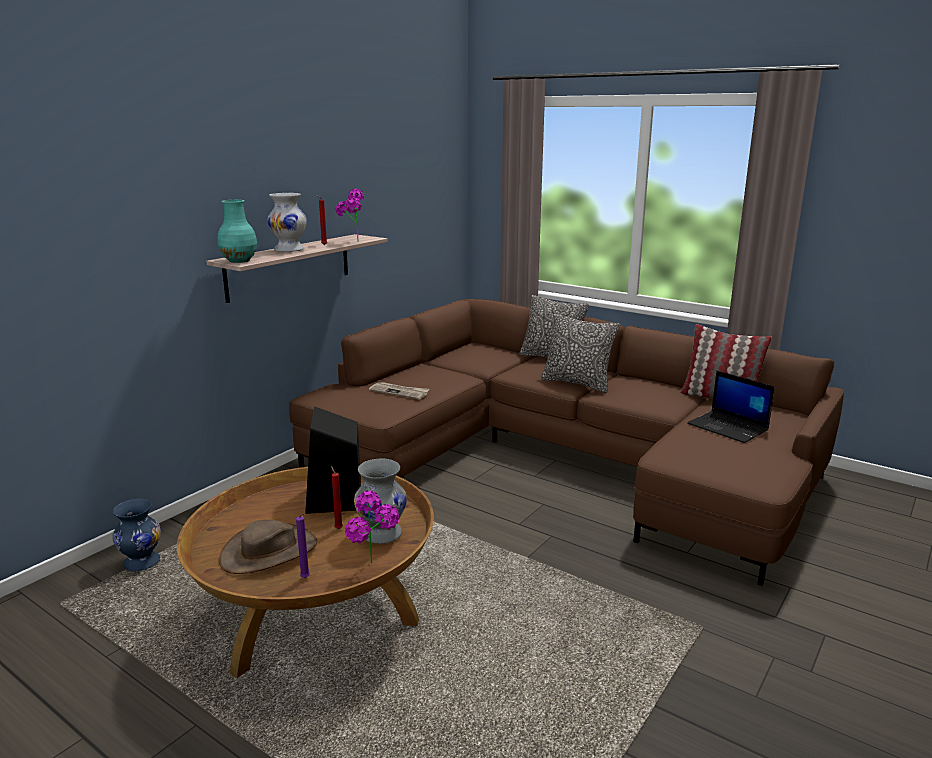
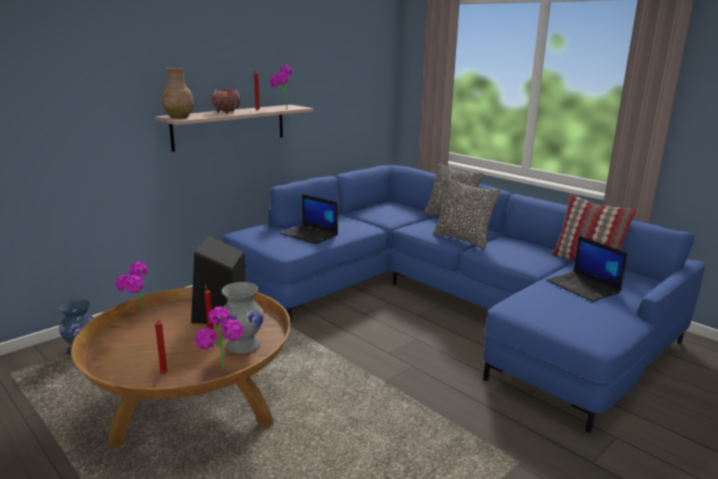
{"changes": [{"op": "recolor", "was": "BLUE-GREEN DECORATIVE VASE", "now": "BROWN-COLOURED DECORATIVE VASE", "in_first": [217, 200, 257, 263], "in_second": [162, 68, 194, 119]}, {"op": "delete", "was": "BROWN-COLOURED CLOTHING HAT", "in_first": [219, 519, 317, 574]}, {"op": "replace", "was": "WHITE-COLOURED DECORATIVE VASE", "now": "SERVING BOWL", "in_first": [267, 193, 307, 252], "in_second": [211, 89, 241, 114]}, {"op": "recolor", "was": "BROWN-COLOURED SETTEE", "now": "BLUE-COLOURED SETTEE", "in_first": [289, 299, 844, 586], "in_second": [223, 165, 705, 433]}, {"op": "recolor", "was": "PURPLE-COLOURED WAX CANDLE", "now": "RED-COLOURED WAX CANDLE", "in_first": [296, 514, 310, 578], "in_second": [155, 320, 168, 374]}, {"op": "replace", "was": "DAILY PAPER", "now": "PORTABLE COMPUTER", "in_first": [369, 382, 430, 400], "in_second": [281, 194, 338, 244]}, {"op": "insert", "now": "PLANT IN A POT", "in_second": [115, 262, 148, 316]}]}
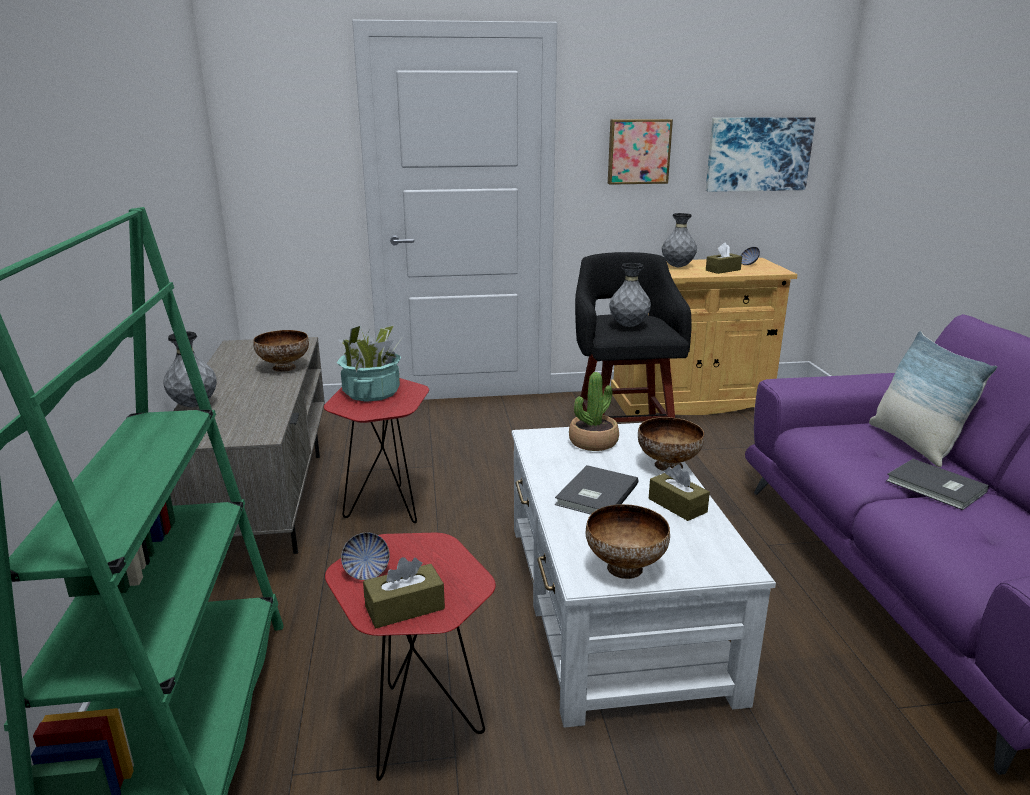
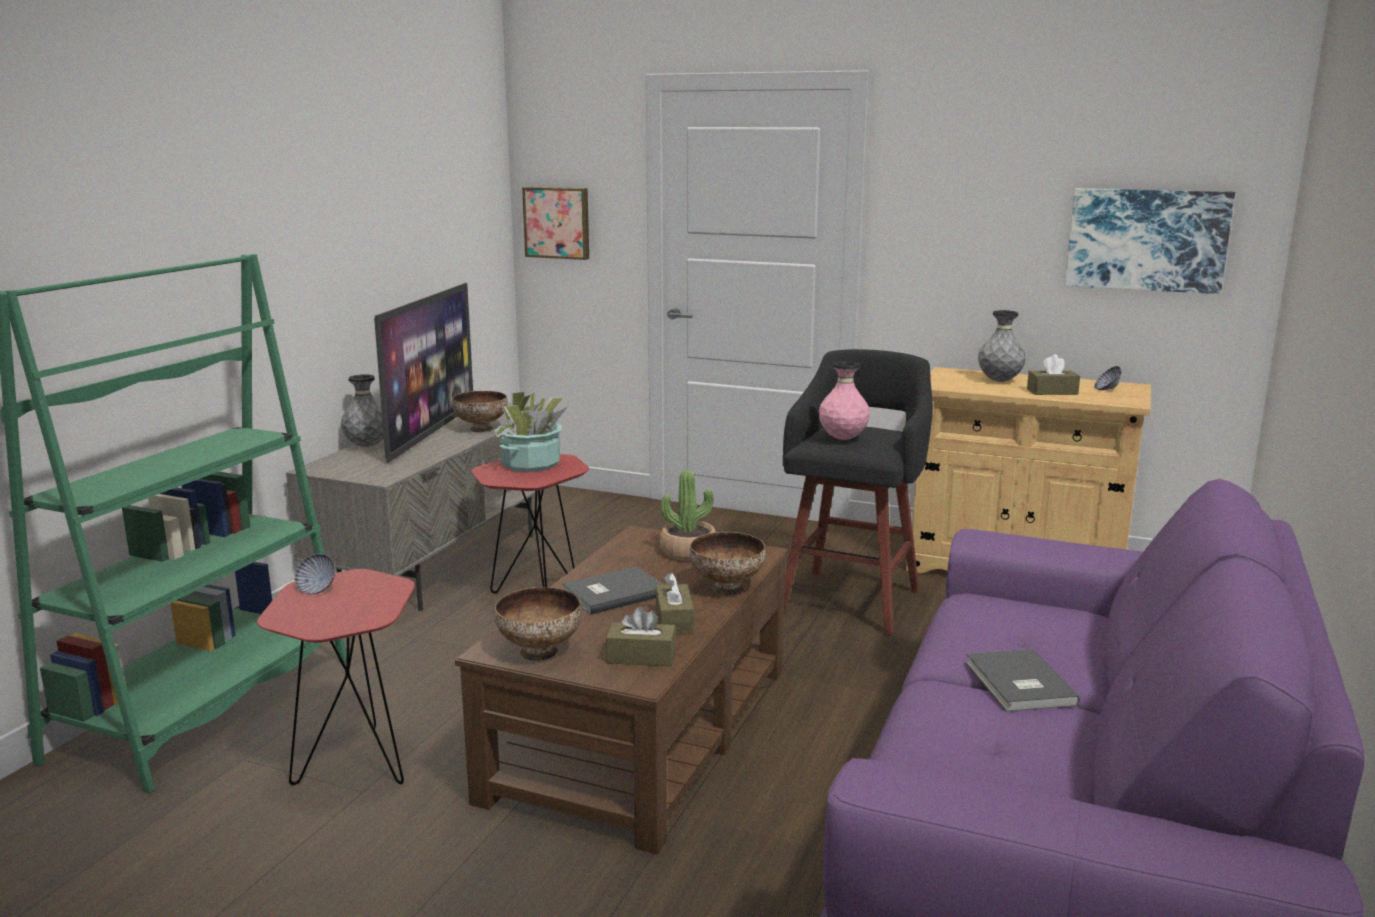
{"changes": [{"op": "move", "was": "BROWN-COLOURED TISSUE HOLDER", "in_first": [363, 557, 445, 628], "in_second": [606, 606, 676, 666]}, {"op": "recolor", "was": "WHITE-COLOURED COFFEE TABLE", "now": "BROWN-COLOURED COFFEE TABLE", "in_first": [512, 423, 776, 728], "in_second": [455, 526, 788, 854]}, {"op": "move", "was": "WALL PICTURE", "in_first": [608, 119, 673, 185], "in_second": [522, 187, 589, 260]}, {"op": "recolor", "was": "GRAY DECORATIVE VASE", "now": "PINK DECORATIVE VASE", "in_first": [609, 263, 651, 327], "in_second": [819, 361, 870, 440]}, {"op": "delete", "was": "PILLOW", "in_first": [869, 331, 997, 467]}, {"op": "insert", "now": "TV", "in_second": [374, 283, 473, 463]}]}
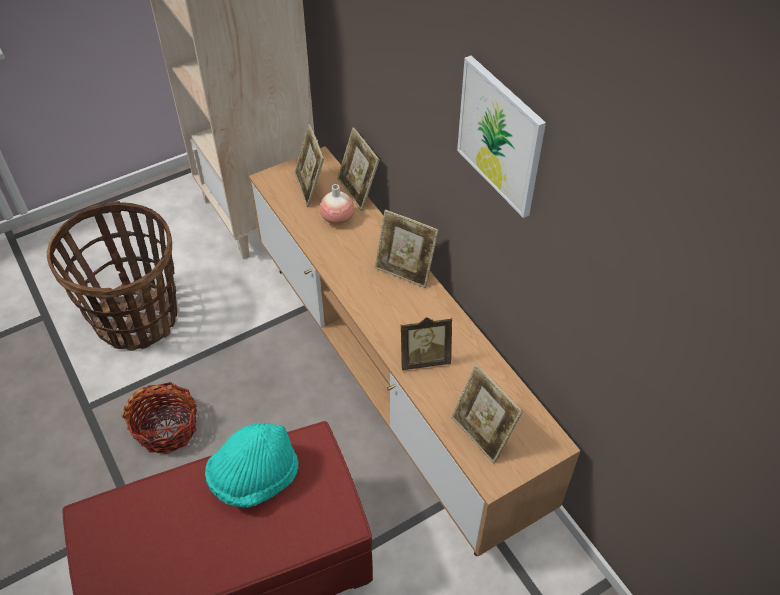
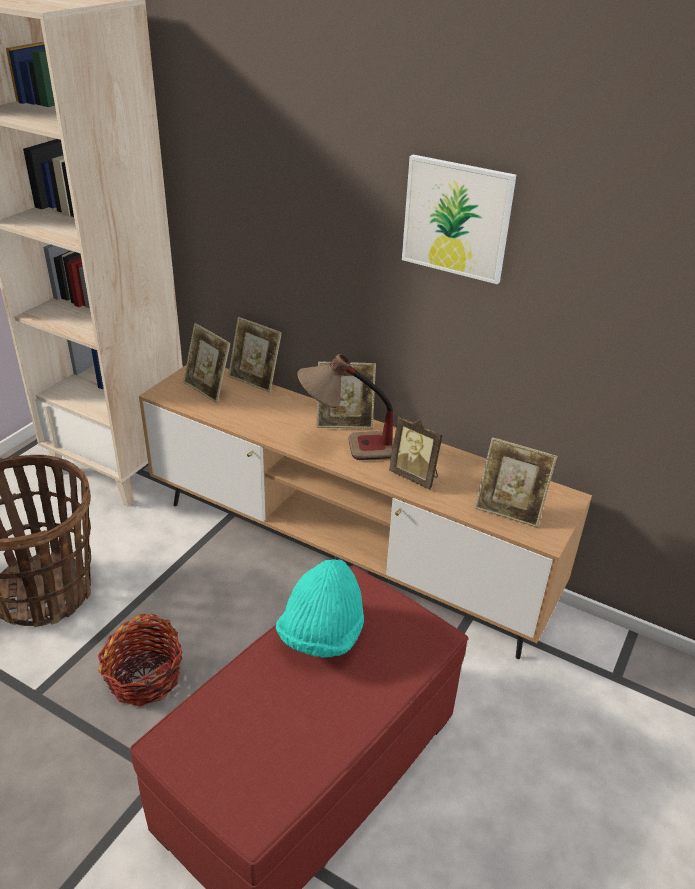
{"changes": [{"op": "delete", "was": "DECORATIVE VASE", "in_first": [320, 184, 354, 225]}, {"op": "rotate", "was": "PICTURE FRAME", "in_first": [401, 317, 452, 370], "in_second": [389, 416, 443, 489], "clockwise": 75}, {"op": "insert", "now": "TABLE LAMP", "in_second": [297, 354, 393, 460]}]}
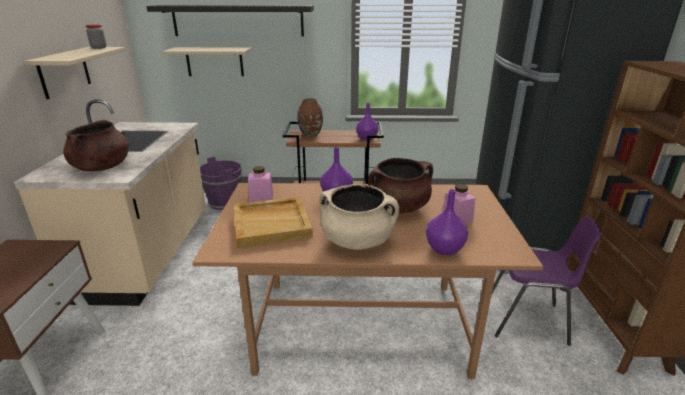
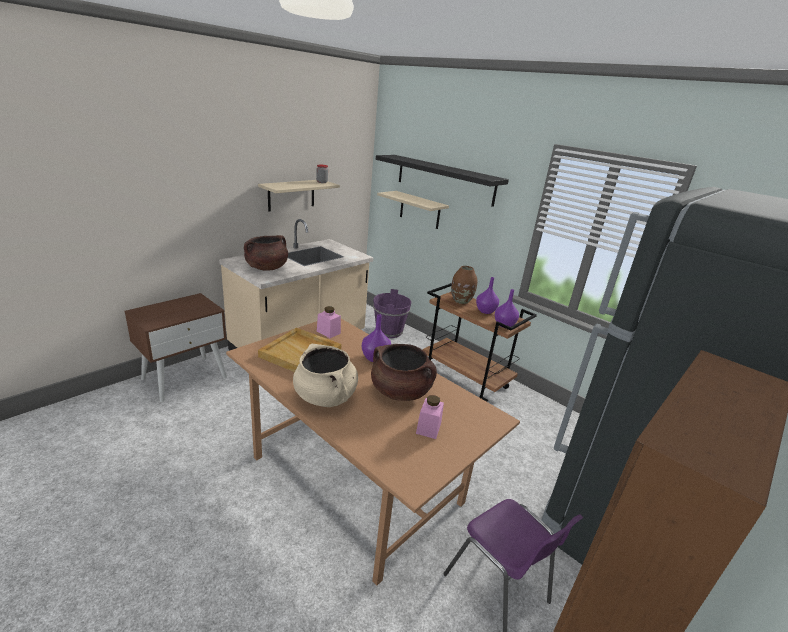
{"changes": [{"op": "move", "was": "PURPLE-COLOURED DECORATIVE VASE", "in_first": [426, 189, 468, 255], "in_second": [476, 277, 499, 314]}]}
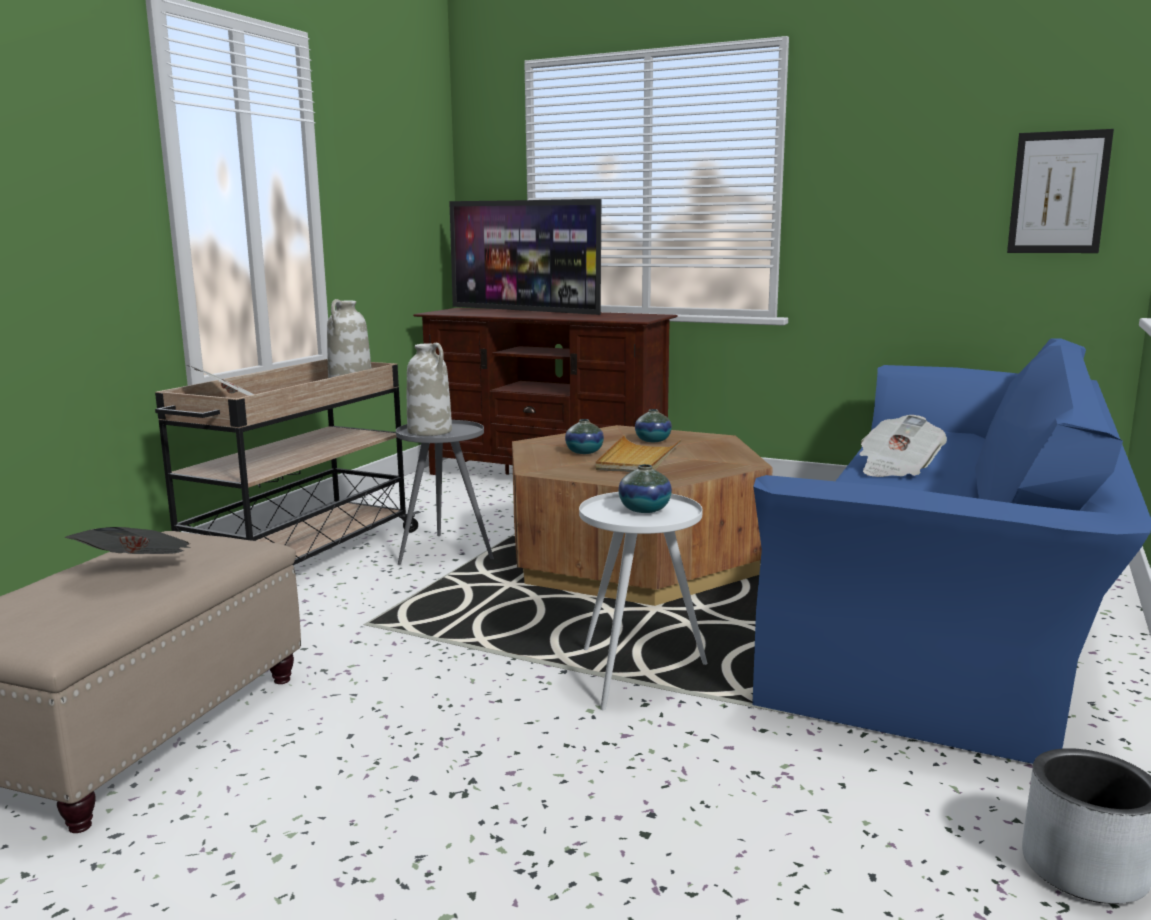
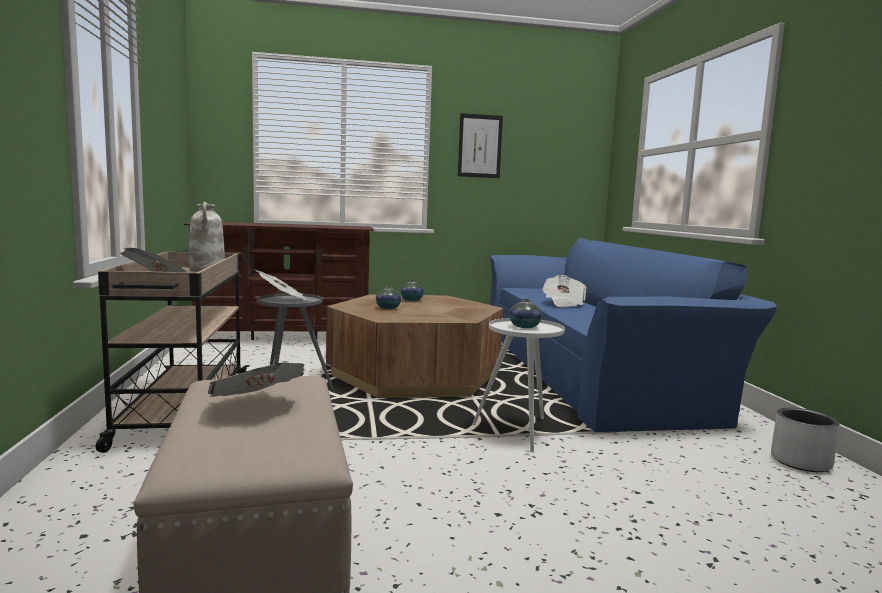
{"changes": [{"op": "replace", "was": "WHITE-COLOURED DECORATIVE VASE", "now": "DAILY PAPER", "in_first": [407, 343, 452, 436], "in_second": [255, 270, 310, 302]}, {"op": "delete", "was": "TV", "in_first": [449, 199, 601, 315]}, {"op": "delete", "was": "BEIGE-COLOURED TRAY", "in_first": [596, 435, 682, 472]}, {"op": "move", "was": "WALL PICTURE", "in_first": [1007, 129, 1114, 253], "in_second": [458, 113, 503, 178]}]}
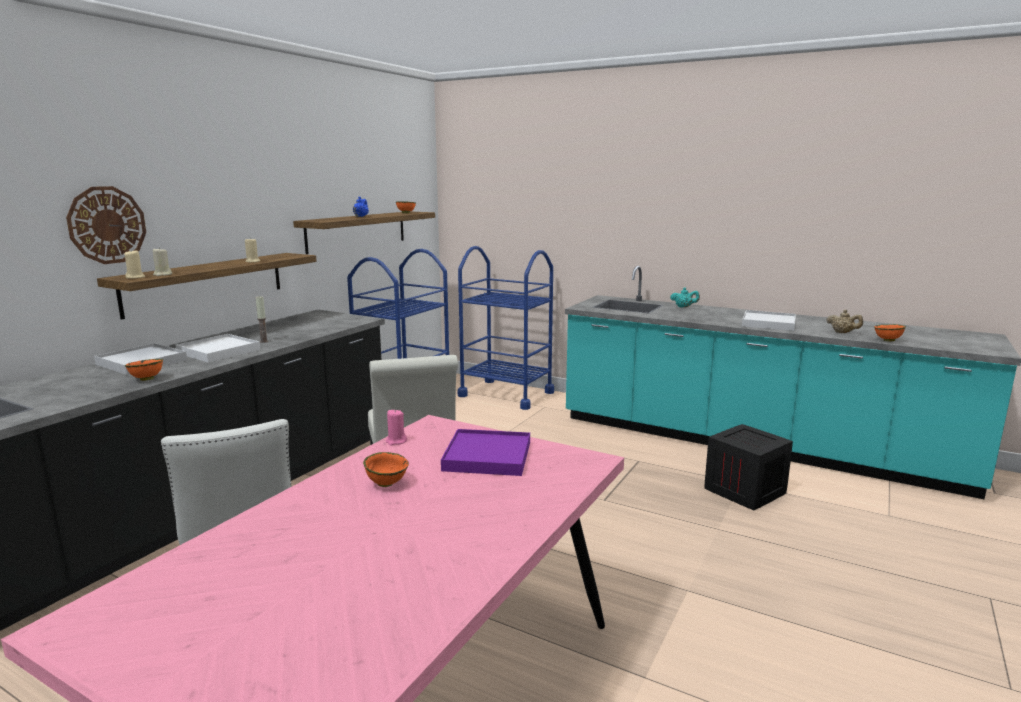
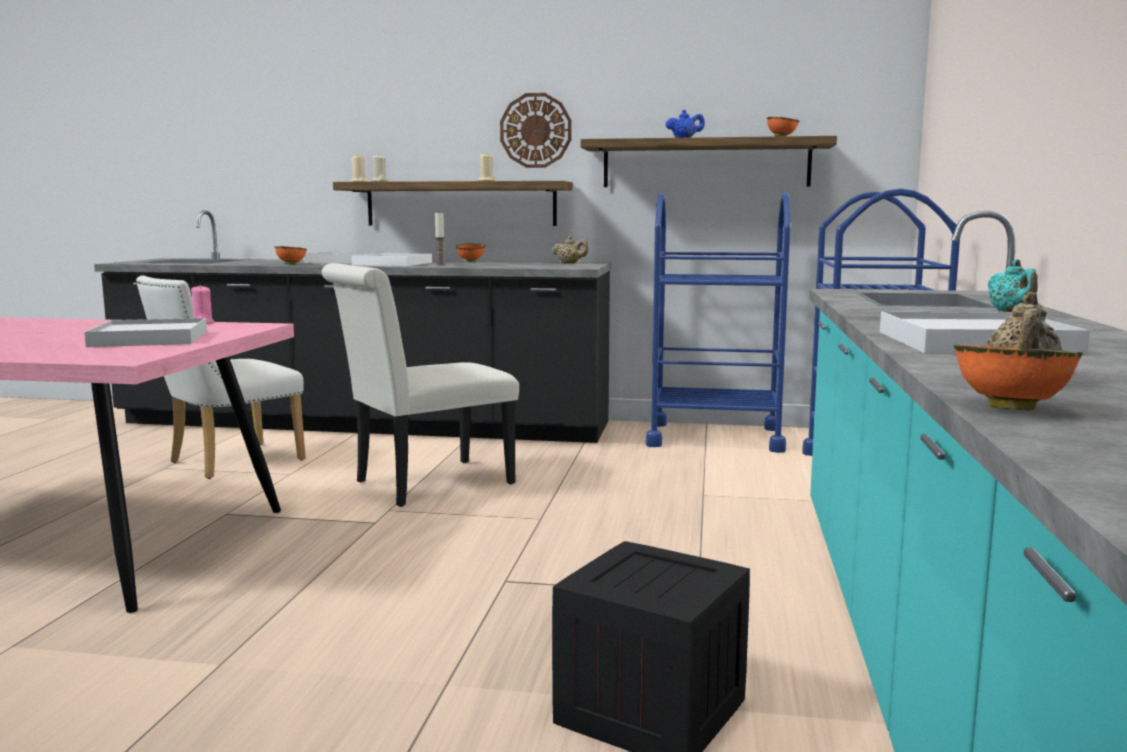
{"changes": [{"op": "move", "was": "HANGING CLOCK", "in_first": [66, 186, 146, 264], "in_second": [500, 93, 571, 168]}, {"op": "move", "was": "ORANGE-COLOURED SERVING BOWL", "in_first": [363, 452, 409, 487], "in_second": [456, 243, 486, 262]}, {"op": "recolor", "was": "PURPLE-COLOURED TRAY", "now": "WHITE-COLOURED TRAY", "in_first": [441, 429, 530, 476], "in_second": [84, 318, 207, 347]}, {"op": "insert", "now": "BEIGE-COLOURED POT FOR TEA", "in_second": [552, 236, 588, 264]}]}
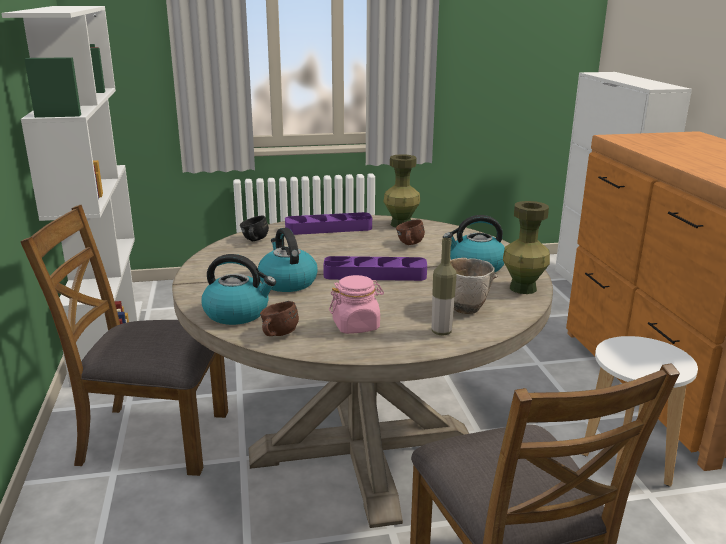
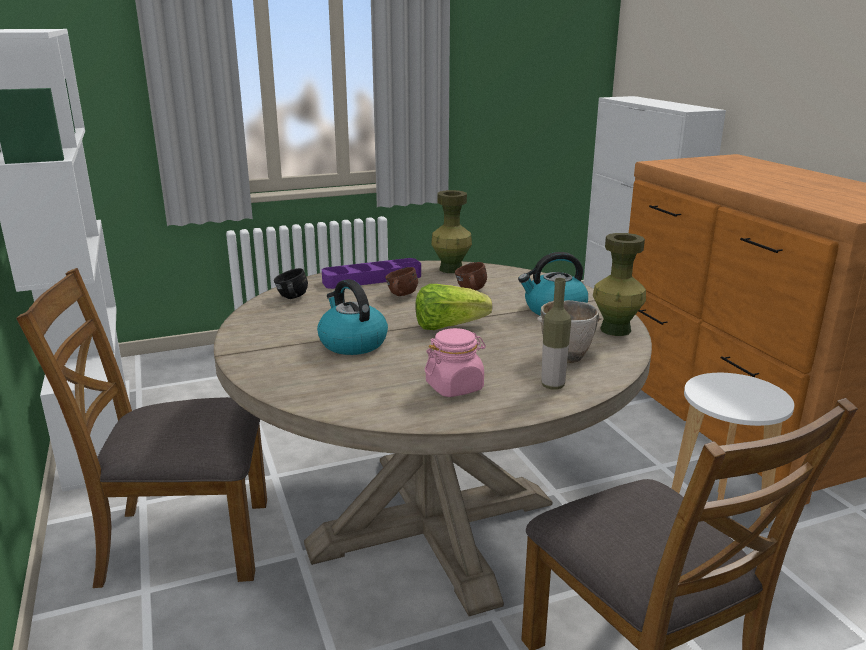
{"changes": [{"op": "delete", "was": "WATER KETTLE", "in_first": [201, 254, 276, 325]}, {"op": "move", "was": "BROWN-COLOURED TEA MUG", "in_first": [260, 301, 299, 336], "in_second": [385, 267, 418, 296]}, {"op": "replace", "was": "PURPLE-COLOURED TRAY", "now": "LETTUCE", "in_first": [323, 256, 427, 281], "in_second": [415, 284, 492, 330]}]}
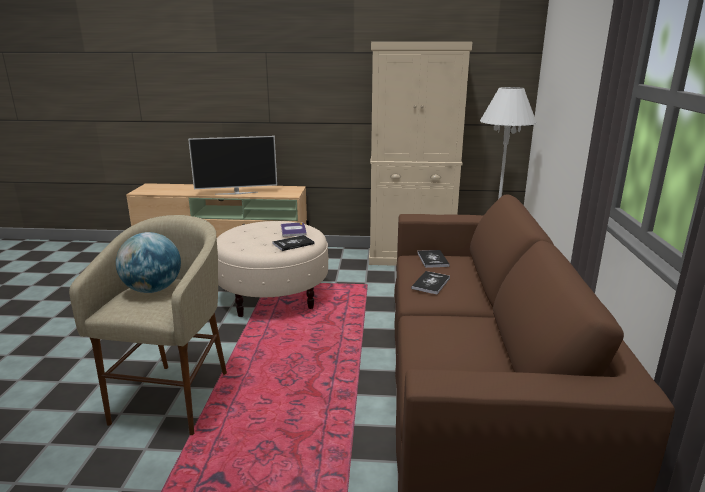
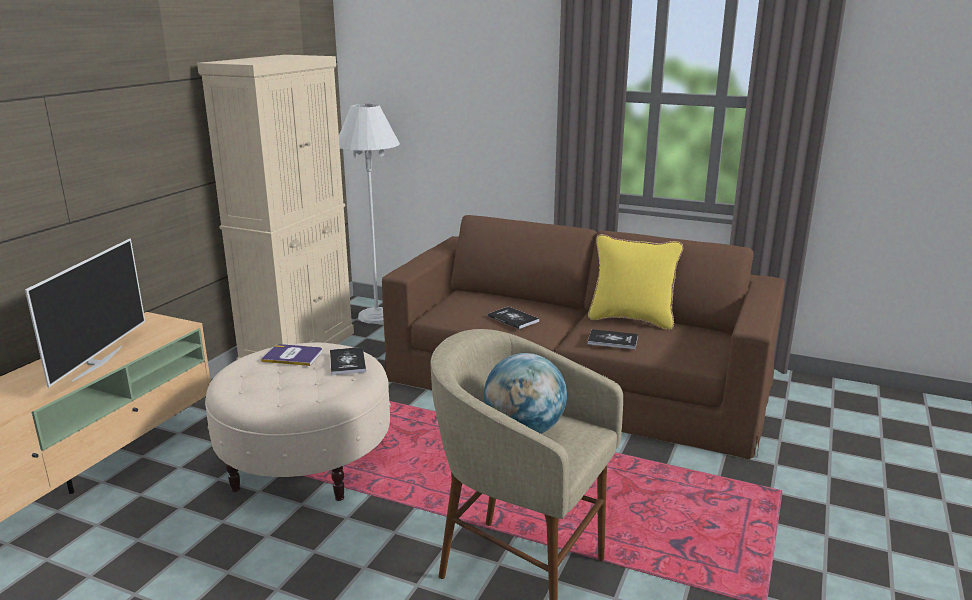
{"changes": [{"op": "move", "was": "BOUND BOOK", "in_first": [417, 250, 450, 268], "in_second": [588, 329, 638, 349]}, {"op": "insert", "now": "YELLOWISH PILLOW", "in_second": [588, 234, 683, 330]}]}
